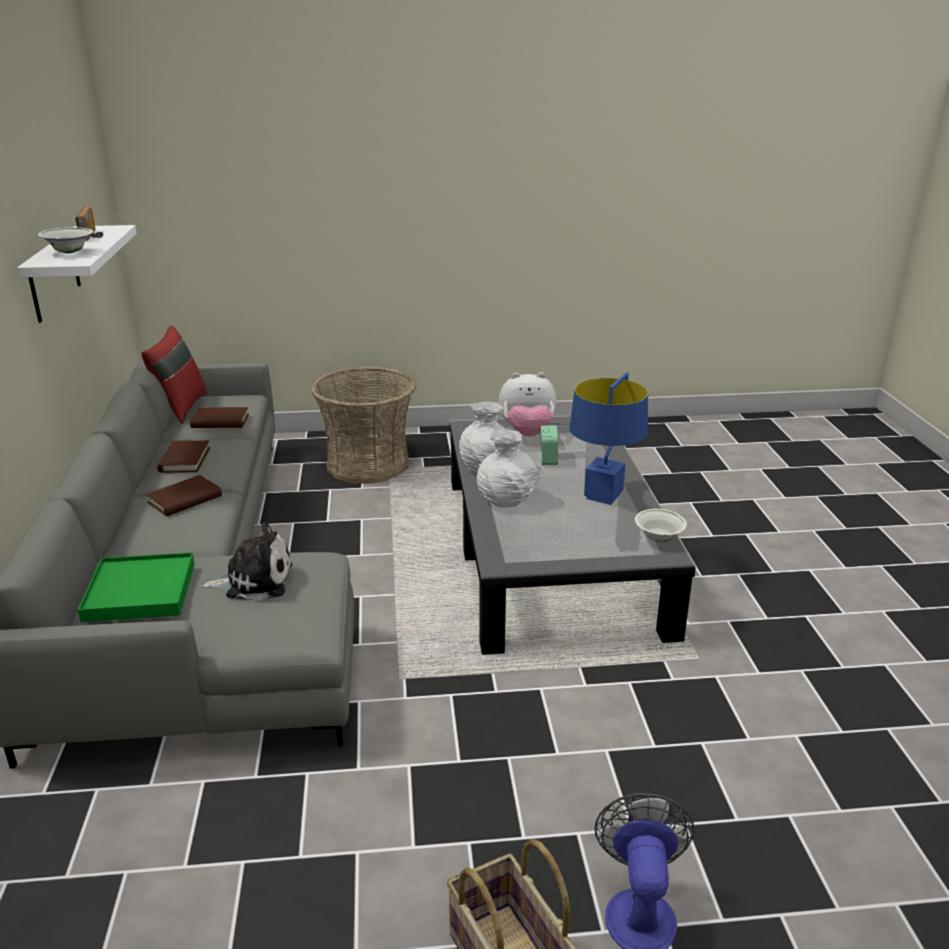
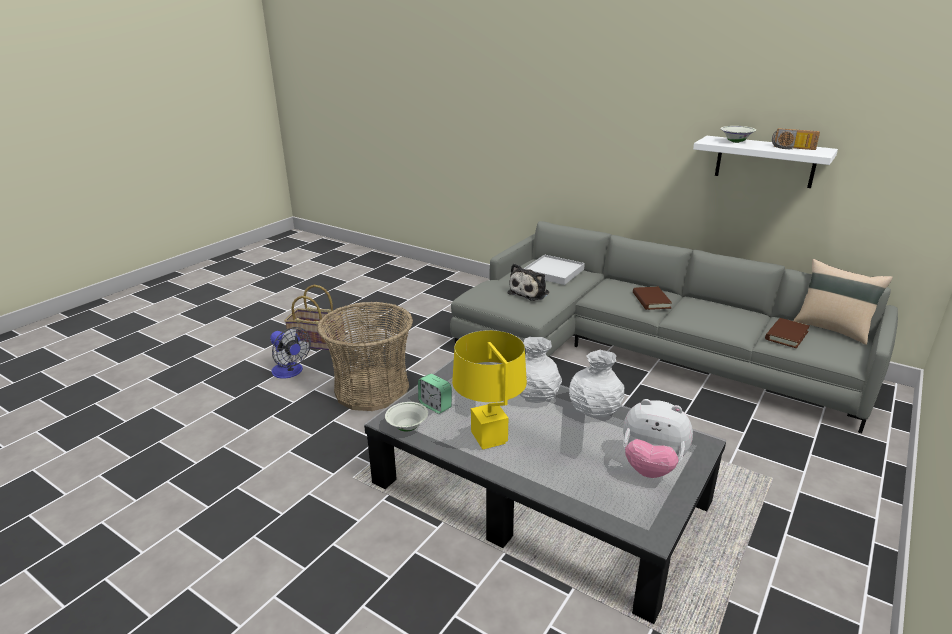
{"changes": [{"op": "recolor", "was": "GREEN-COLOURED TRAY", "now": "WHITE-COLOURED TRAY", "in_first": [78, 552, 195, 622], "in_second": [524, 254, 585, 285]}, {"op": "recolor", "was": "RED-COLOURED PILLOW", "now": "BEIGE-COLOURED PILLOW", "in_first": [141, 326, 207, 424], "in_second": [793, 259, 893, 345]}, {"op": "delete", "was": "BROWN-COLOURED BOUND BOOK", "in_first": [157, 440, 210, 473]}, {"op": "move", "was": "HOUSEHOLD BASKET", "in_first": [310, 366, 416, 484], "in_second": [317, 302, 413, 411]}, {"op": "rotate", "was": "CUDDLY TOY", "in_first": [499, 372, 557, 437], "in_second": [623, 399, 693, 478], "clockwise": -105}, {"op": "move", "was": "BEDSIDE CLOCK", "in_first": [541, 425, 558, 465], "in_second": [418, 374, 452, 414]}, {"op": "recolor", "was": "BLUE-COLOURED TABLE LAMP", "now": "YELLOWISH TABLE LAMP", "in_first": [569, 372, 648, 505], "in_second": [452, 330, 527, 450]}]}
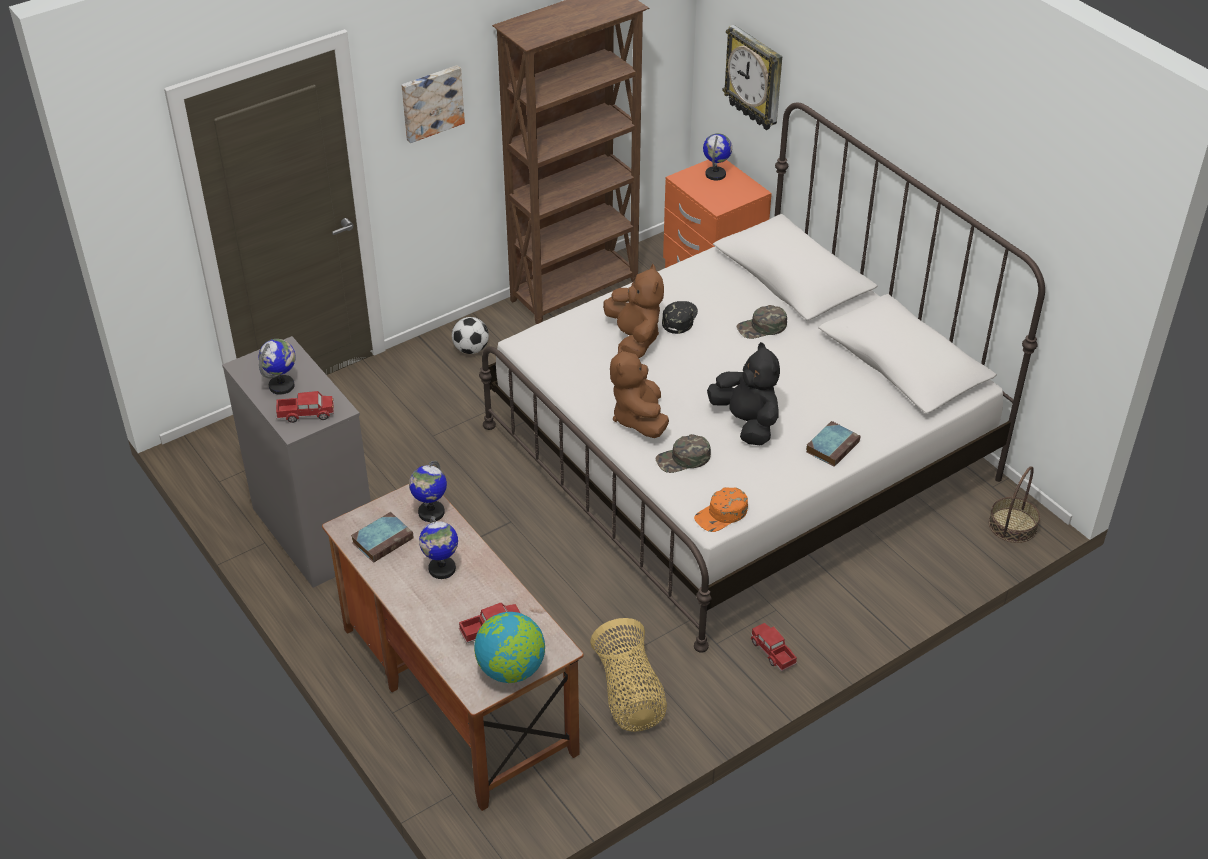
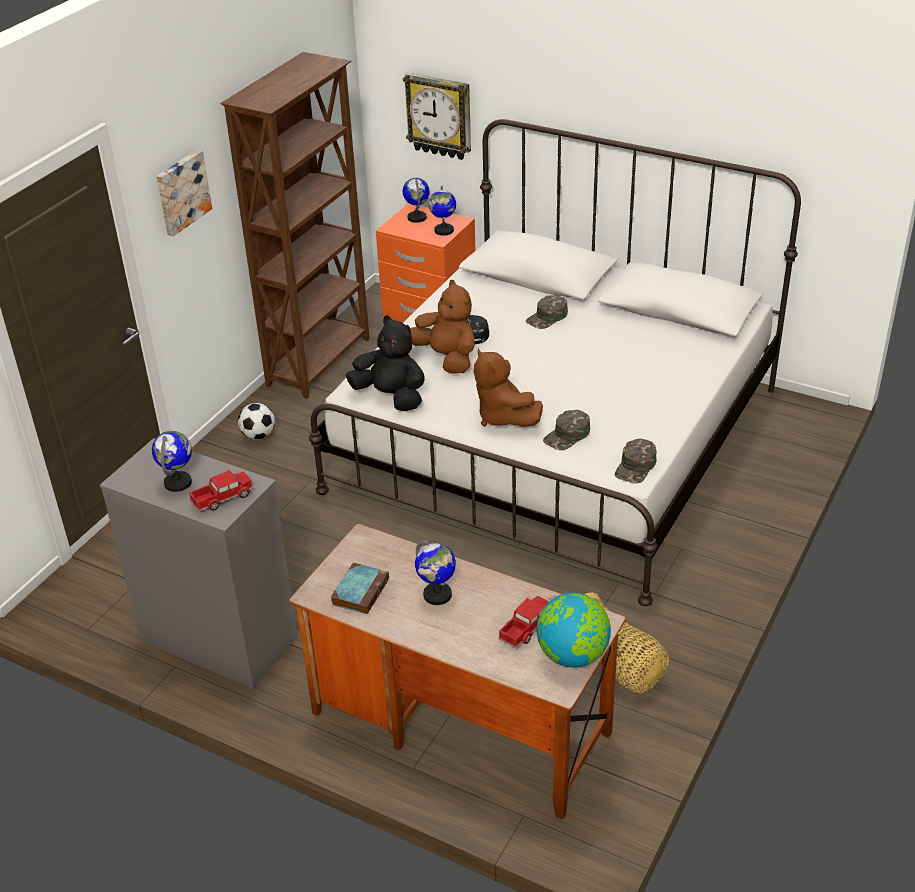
{"changes": [{"op": "move", "was": "DESK GLOBE", "in_first": [409, 461, 447, 522], "in_second": [429, 185, 456, 236]}, {"op": "recolor", "was": "ORANGE-COLOURED CAP", "now": "GREEN-COLOURED CAP", "in_first": [694, 487, 748, 532], "in_second": [615, 439, 657, 483]}, {"op": "move", "was": "BLACK CUDDLY TOY", "in_first": [707, 342, 780, 445], "in_second": [346, 316, 425, 411]}, {"op": "delete", "was": "TOY LORRY", "in_first": [751, 623, 797, 672]}, {"op": "delete", "was": "BOUND BOOK", "in_first": [806, 421, 860, 467]}, {"op": "delete", "was": "HOUSEHOLD BASKET", "in_first": [989, 466, 1040, 543]}]}
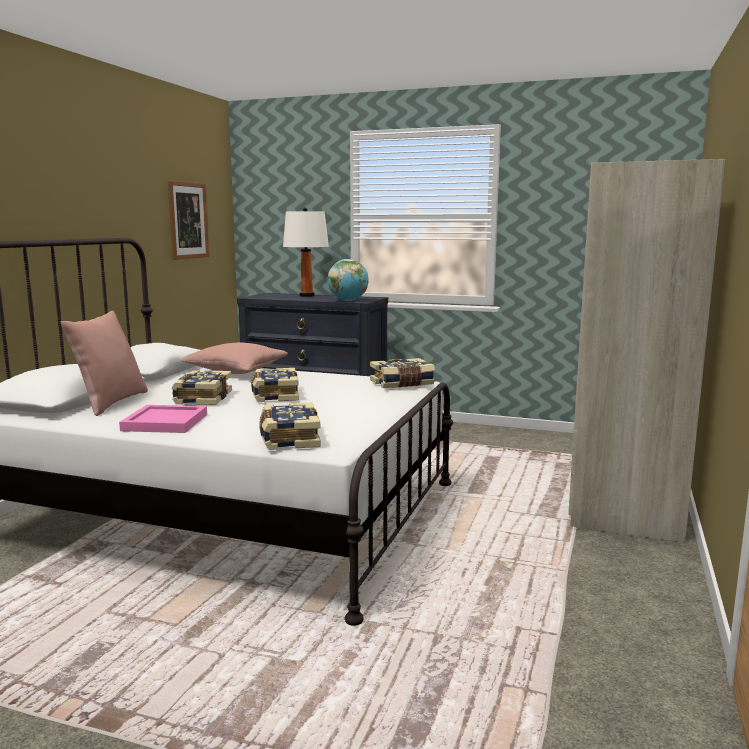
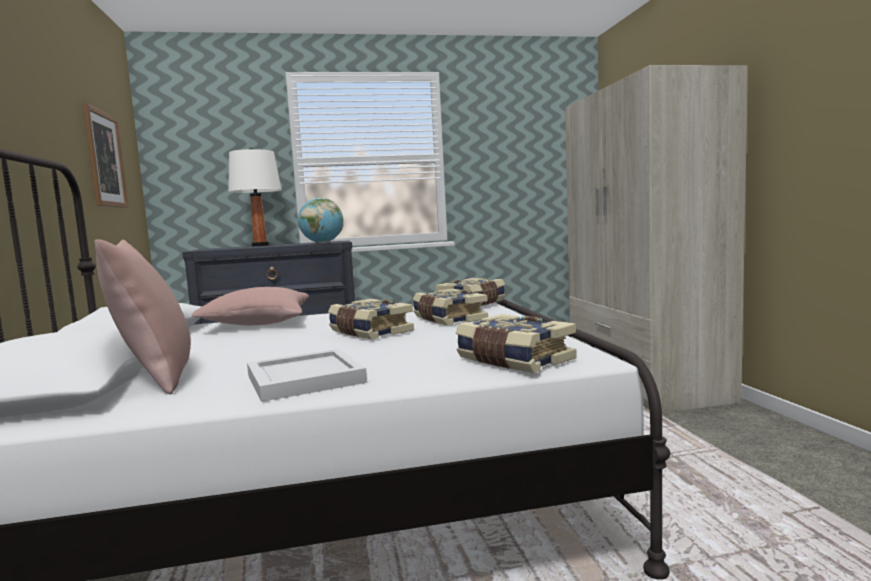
{"changes": [{"op": "recolor", "was": "PINK TRAY", "now": "WHITE-COLOURED TRAY", "in_first": [119, 405, 207, 433], "in_second": [247, 349, 367, 402]}, {"op": "move", "was": "BOUND BOOK", "in_first": [172, 370, 232, 405], "in_second": [413, 289, 488, 325]}]}
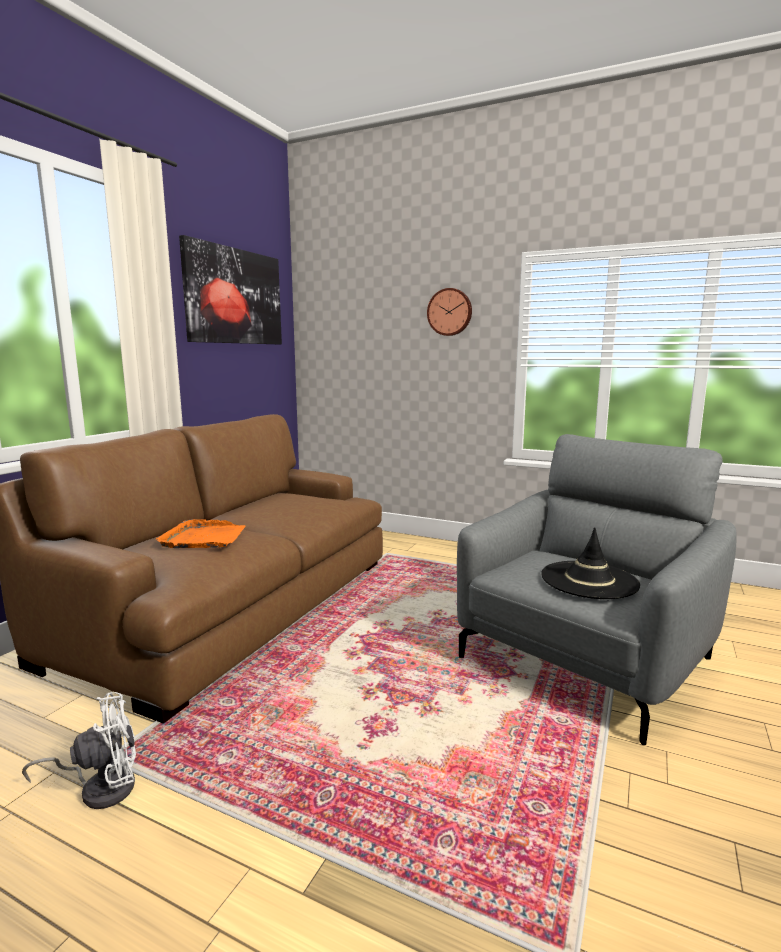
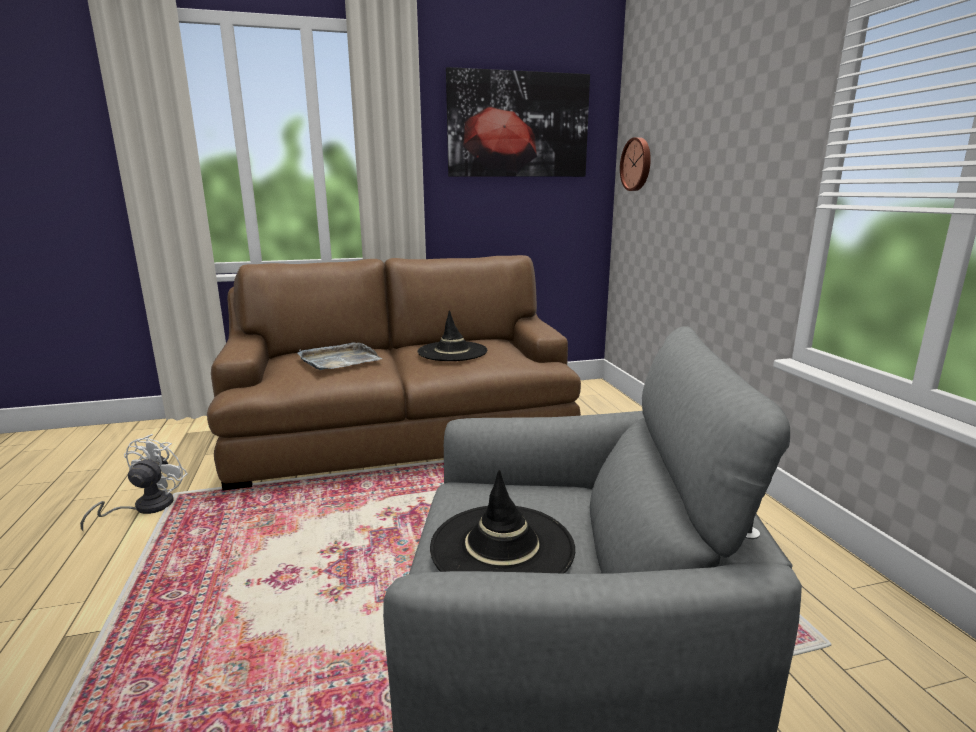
{"changes": [{"op": "rotate", "was": "WHITE-COLOURED ELECTRIC FAN", "in_first": [22, 692, 136, 809], "in_second": [80, 434, 188, 531], "clockwise": -105}, {"op": "recolor", "was": "ORANGE-COLOURED TRAY", "now": "GRAY TRAY", "in_first": [155, 519, 246, 548], "in_second": [298, 342, 382, 370]}, {"op": "move", "was": "HANGING CLOCK", "in_first": [427, 288, 472, 336], "in_second": [620, 137, 651, 191]}, {"op": "insert", "now": "BLACK CLOTHING HAT", "in_second": [417, 310, 487, 361]}]}
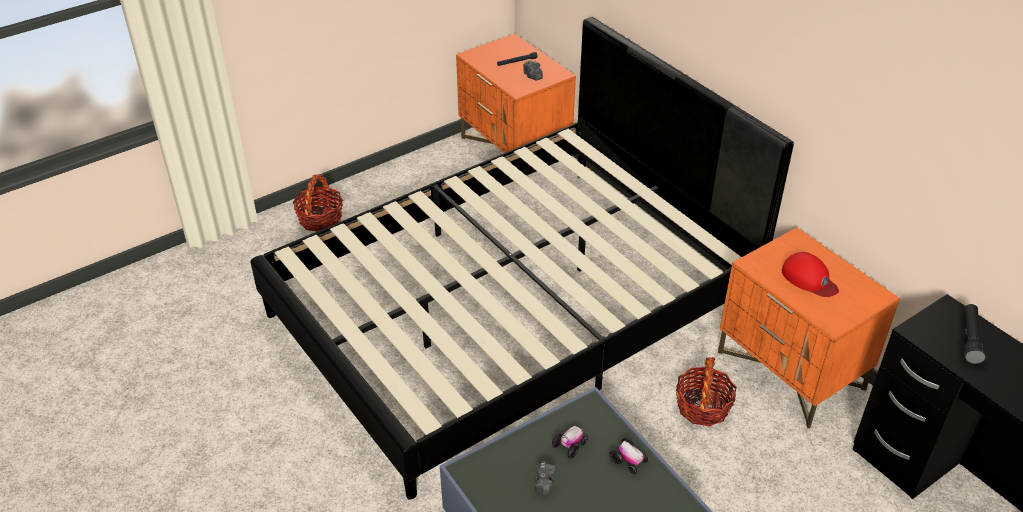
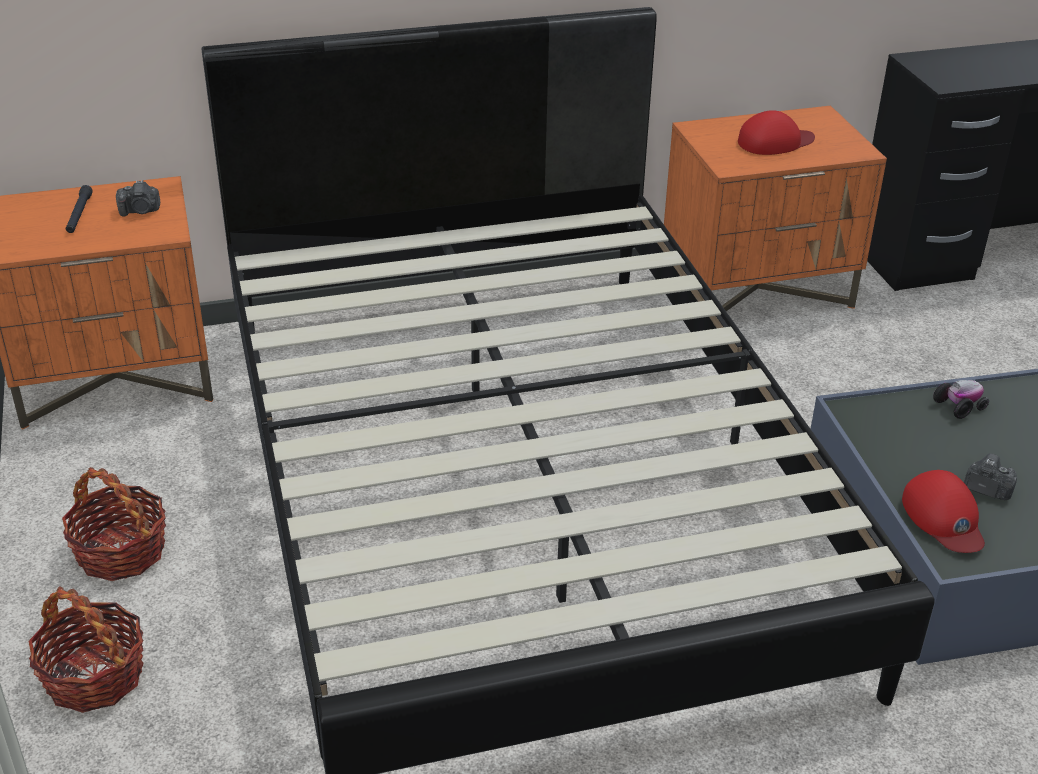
{"changes": [{"op": "delete", "was": "MINIATURE CAR", "in_first": [551, 426, 588, 459]}, {"op": "move", "was": "HOUSEHOLD BASKET", "in_first": [676, 357, 737, 427], "in_second": [62, 467, 166, 581]}, {"op": "delete", "was": "BLACK TORCH", "in_first": [963, 304, 987, 364]}, {"op": "insert", "now": "RED-COLOURED CAP", "in_second": [902, 470, 985, 553]}]}
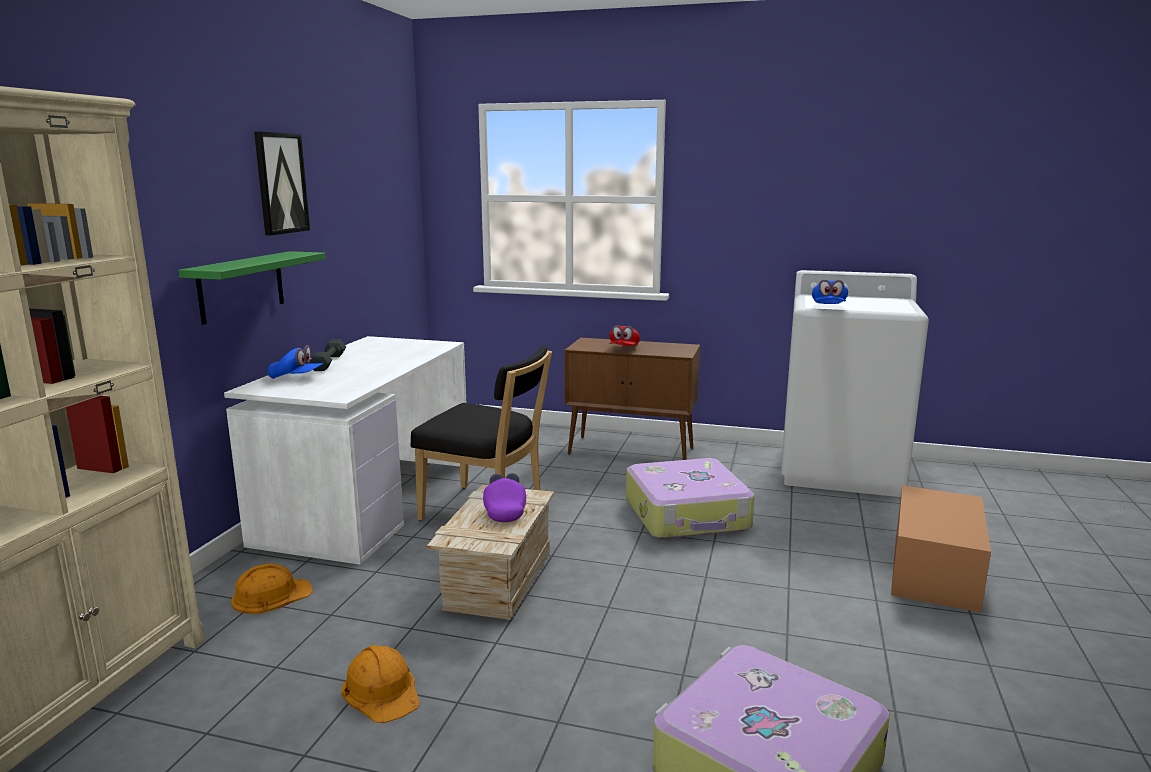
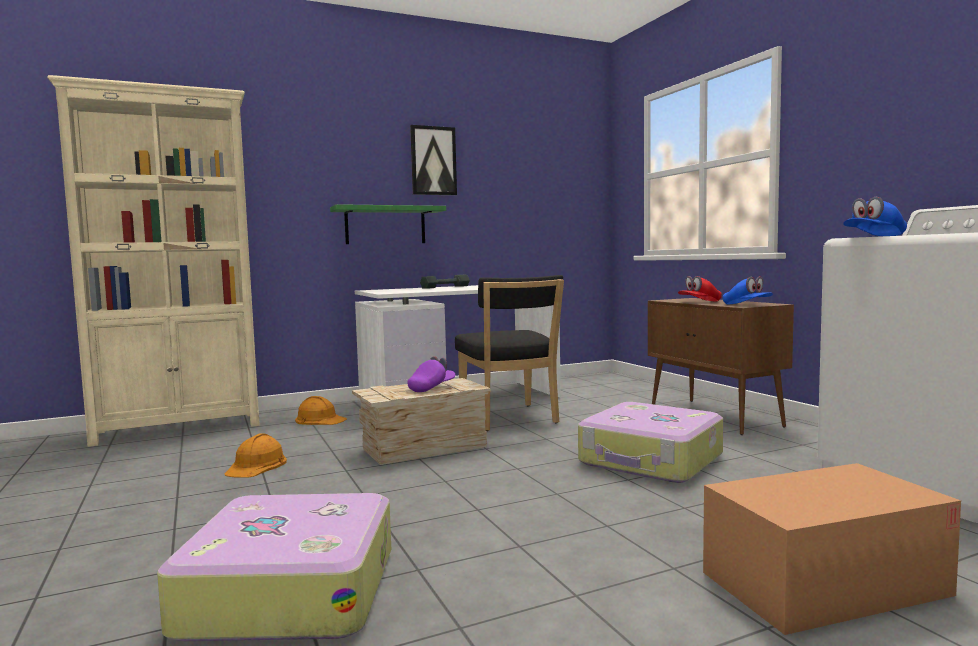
{"changes": [{"op": "move", "was": "BLUE-COLOURED CAP", "in_first": [267, 345, 324, 379], "in_second": [723, 276, 773, 304]}]}
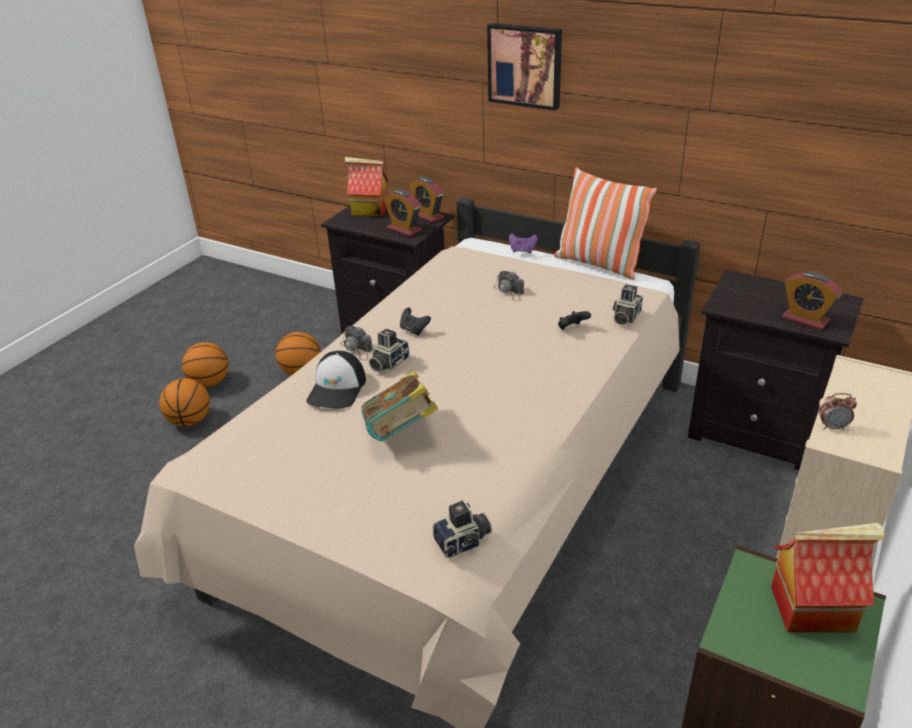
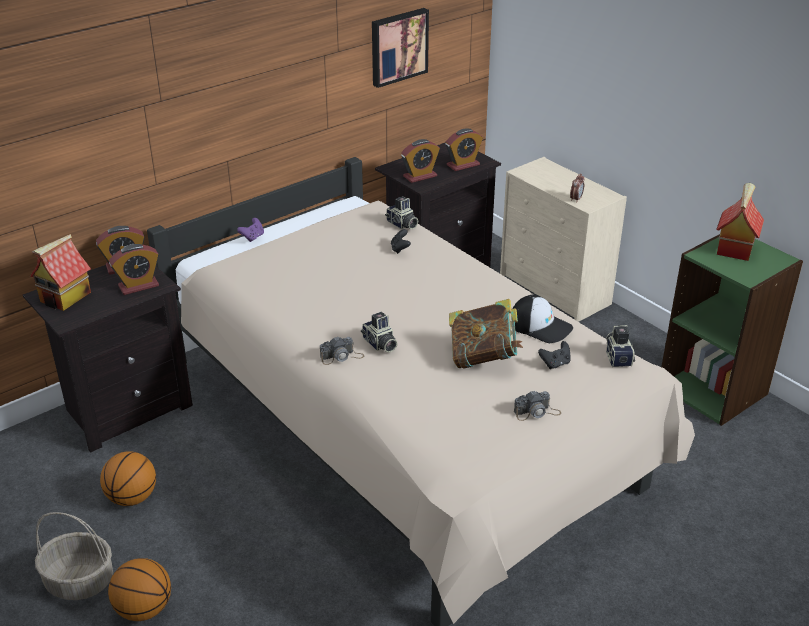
{"changes": [{"op": "replace", "was": "BASKETBALL BALL", "now": "HOUSEHOLD BASKET", "in_first": [182, 342, 229, 387], "in_second": [35, 512, 113, 600]}, {"op": "move", "was": "CAP", "in_first": [306, 351, 366, 409], "in_second": [513, 294, 573, 343]}, {"op": "move", "was": "BLACK GAMEPAD", "in_first": [400, 308, 431, 335], "in_second": [538, 341, 571, 369]}, {"op": "move", "was": "WALL PICTURE", "in_first": [487, 23, 562, 111], "in_second": [372, 8, 429, 88]}, {"op": "move", "was": "STILL CAMERA", "in_first": [493, 271, 524, 301], "in_second": [514, 390, 561, 421]}, {"op": "delete", "was": "PILLOW", "in_first": [554, 167, 657, 280]}, {"op": "insert", "now": "BEDSIDE CLOCK", "in_second": [401, 139, 440, 183]}]}
